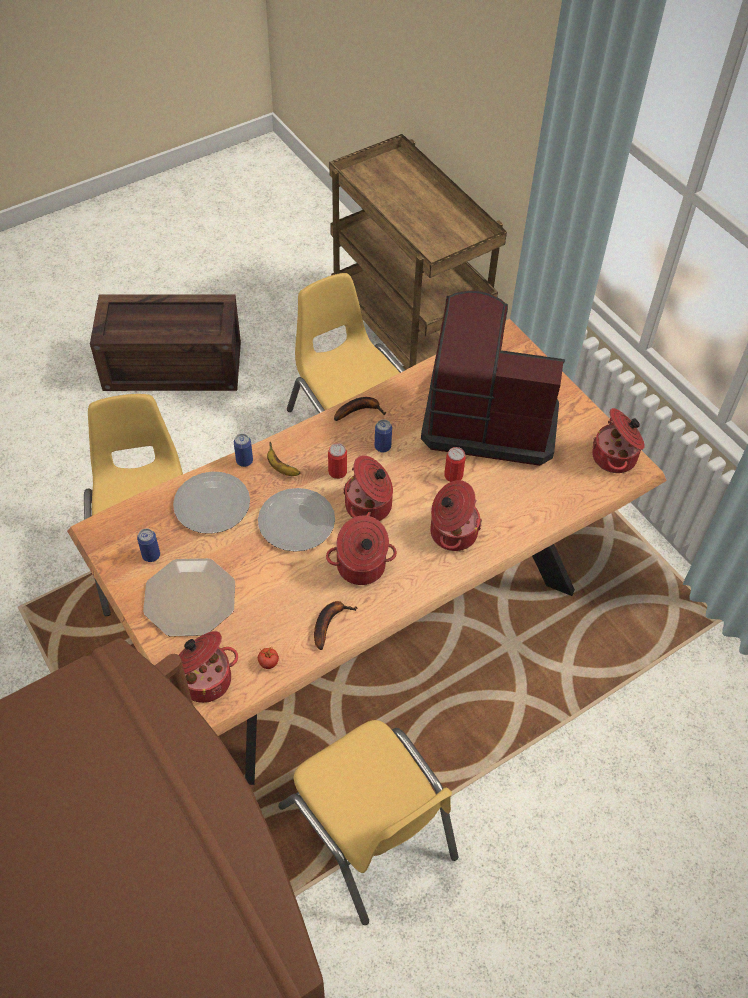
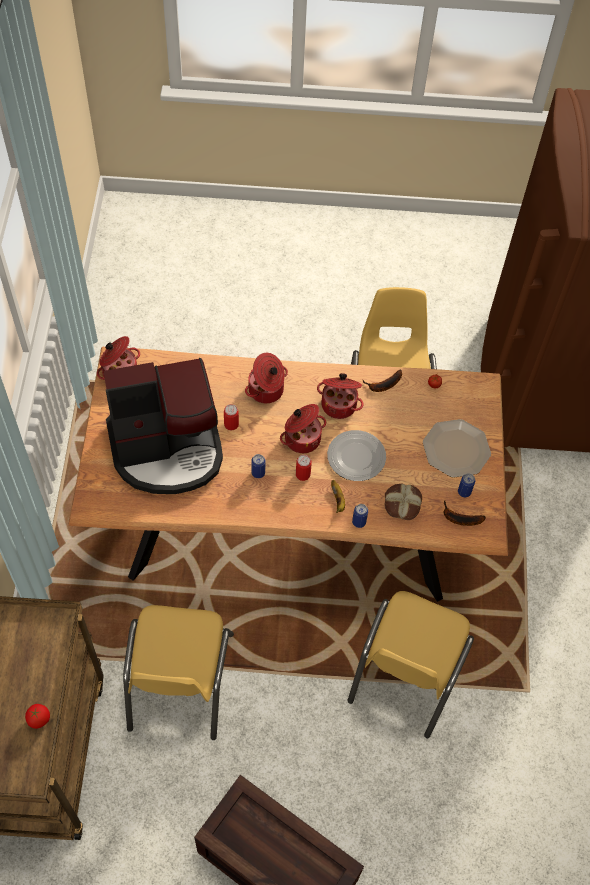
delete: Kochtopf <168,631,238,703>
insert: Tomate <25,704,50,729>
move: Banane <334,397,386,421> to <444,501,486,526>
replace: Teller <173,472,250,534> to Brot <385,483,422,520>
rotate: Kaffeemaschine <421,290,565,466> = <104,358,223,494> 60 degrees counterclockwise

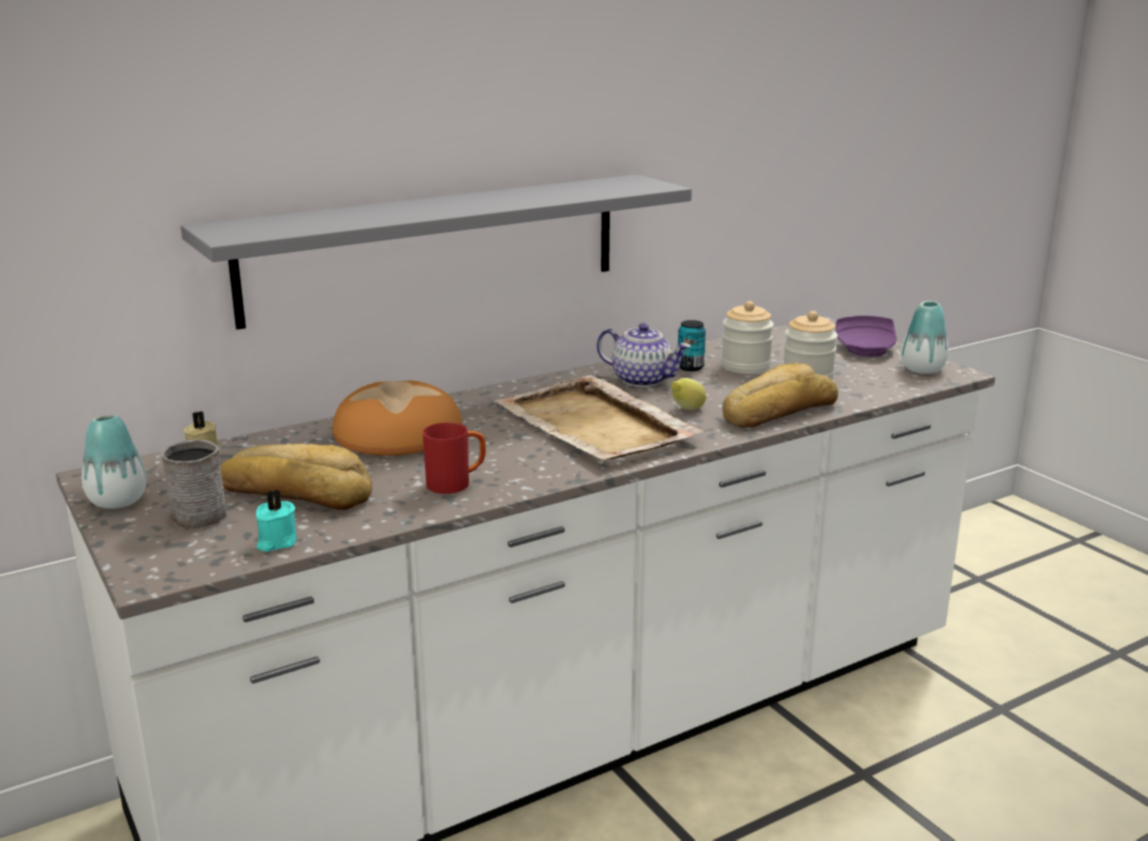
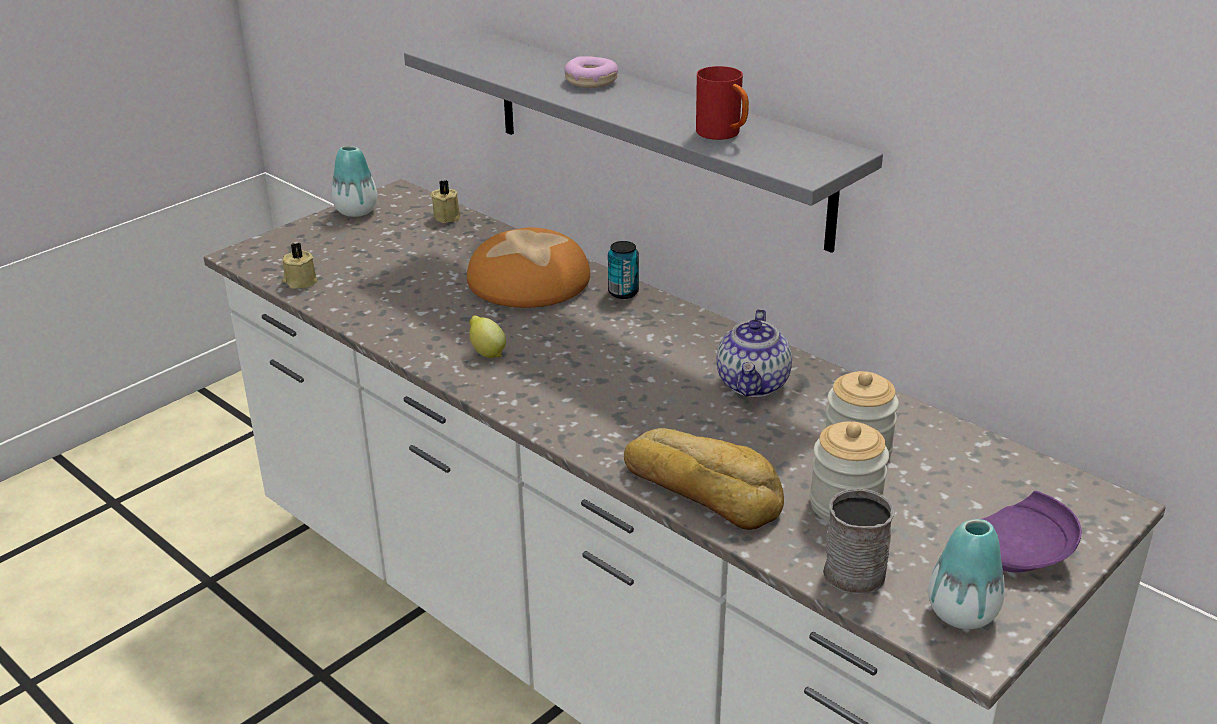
delete: Brot <221,444,372,510>; Tablett (beige) <494,375,704,460>
insert: Donut <564,56,618,88>
move: Zitrone <671,378,706,410> to <469,315,506,358>; Dose <678,320,706,371> to <608,241,639,299>; Henkelbecher (rot) <423,423,486,494> to <696,66,749,140>; Henkelbecher (grau) <161,440,228,530> to <823,488,894,594>
recolor: Kerze (türkis) <256,490,296,552> to Kerze (beige) <282,243,318,289>

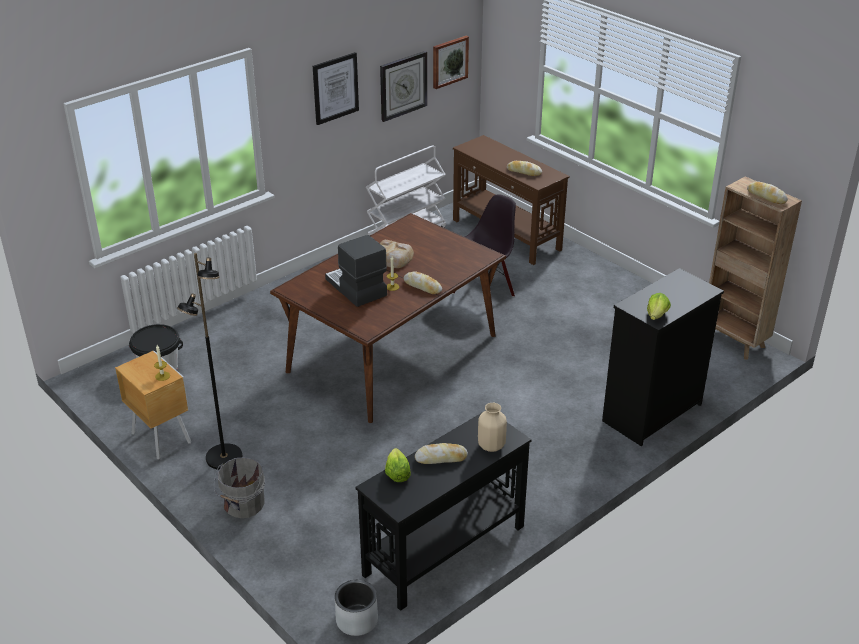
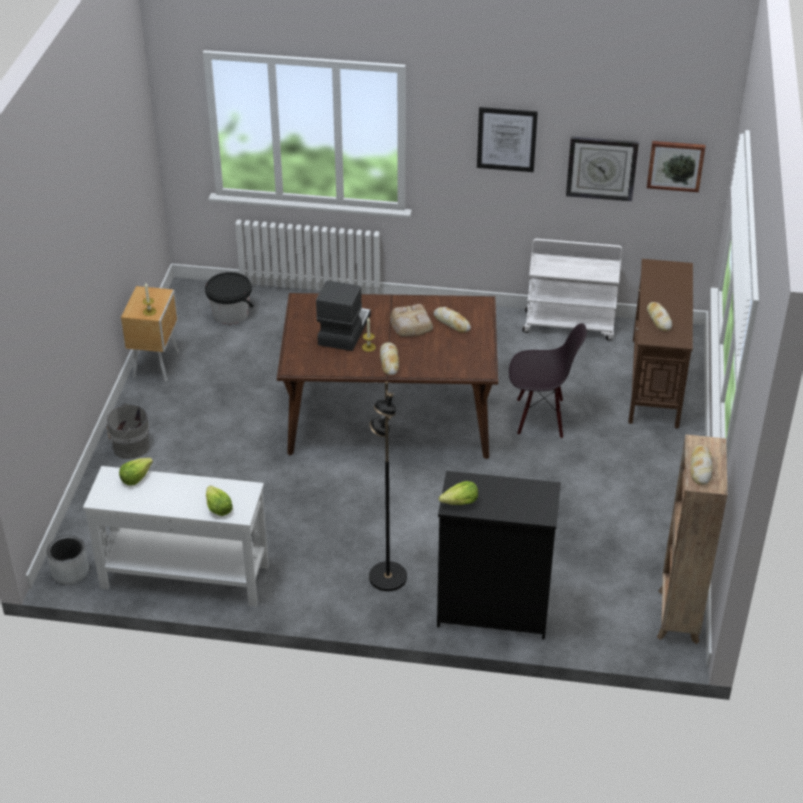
move: Stehlampe (schwarz) <177,253,242,470> to <369,381,407,591>; Brot <415,443,468,464> to <434,307,471,333>
replace: Vase (beige) <478,403,507,452> to Salatkopf <206,486,233,516>
recolor: Konsolentisch (schwarz) <356,412,532,611> to Konsolentisch (weiß) <83,466,269,607>

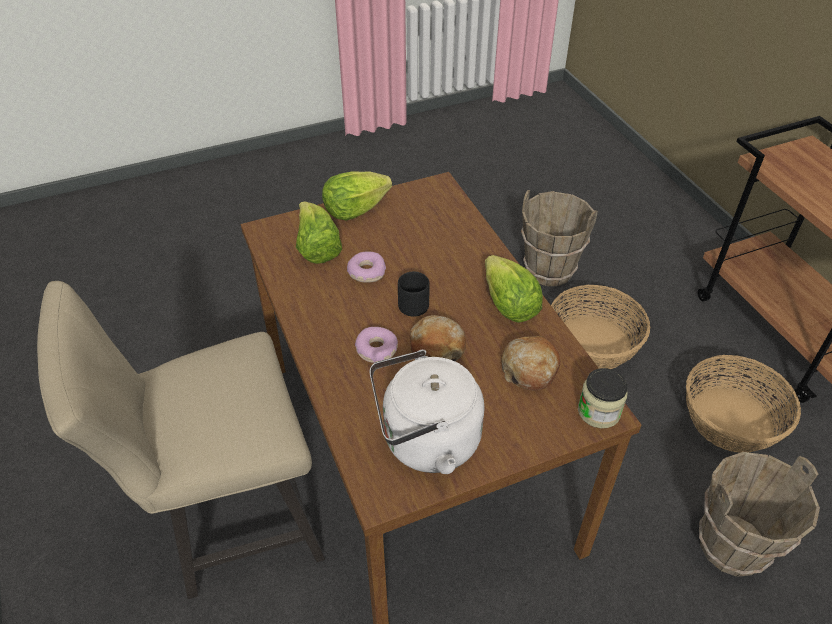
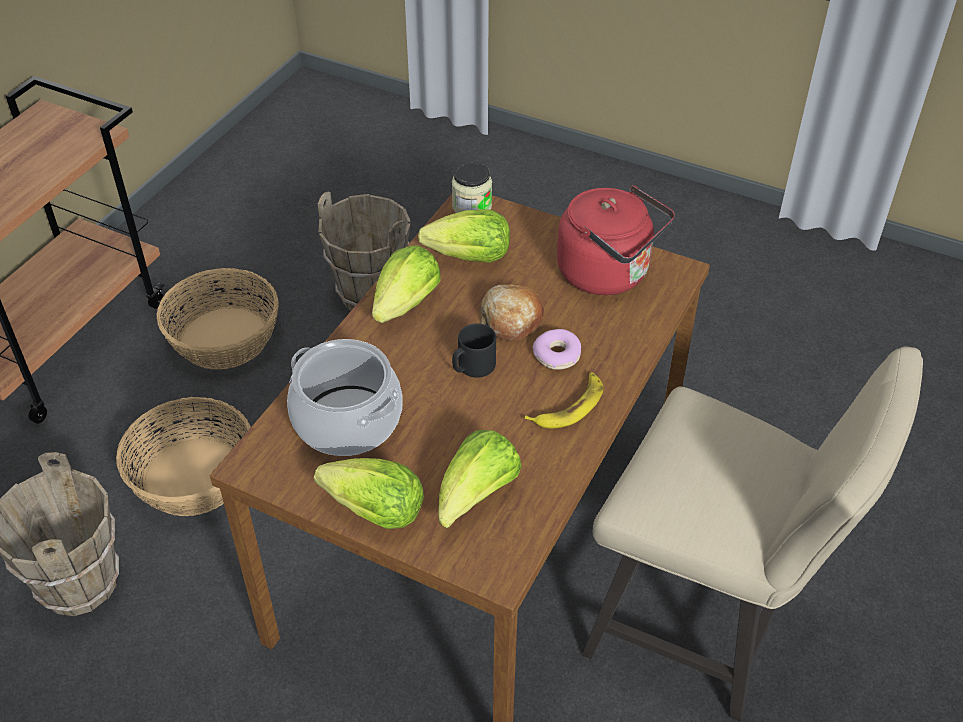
delete: Donut <347,251,386,283>
insert: Kochtopf <287,339,403,456>; Banane <524,372,603,428>
replace: Brot <501,336,560,391> to Salatkopf <418,209,510,263>
recolor: Wasserkessel (weiß) <370,350,484,474> to Wasserkessel (rot) <557,185,675,295>

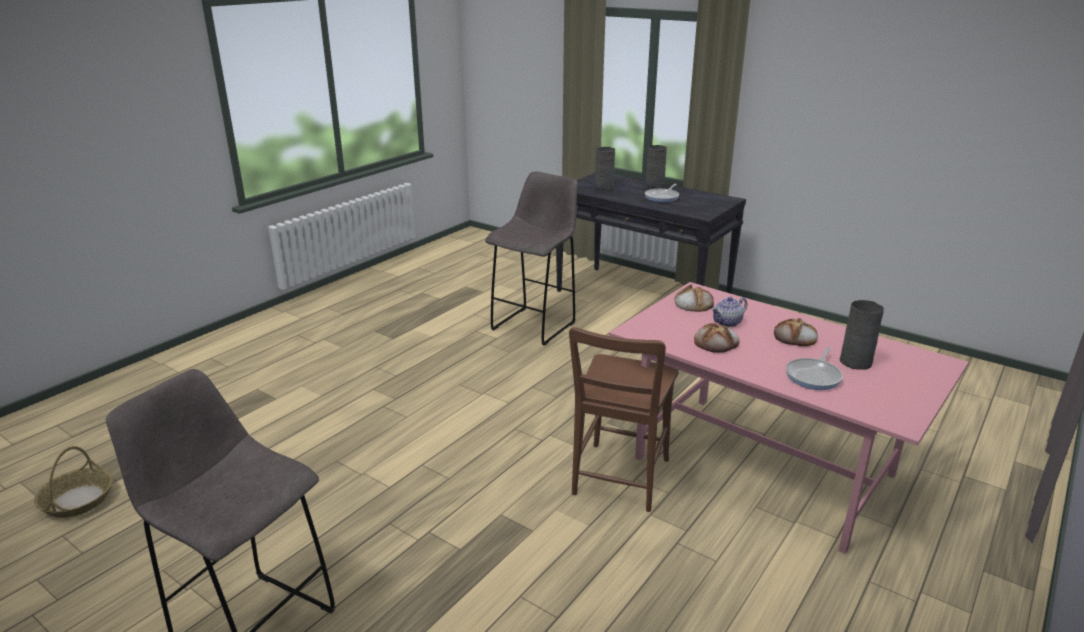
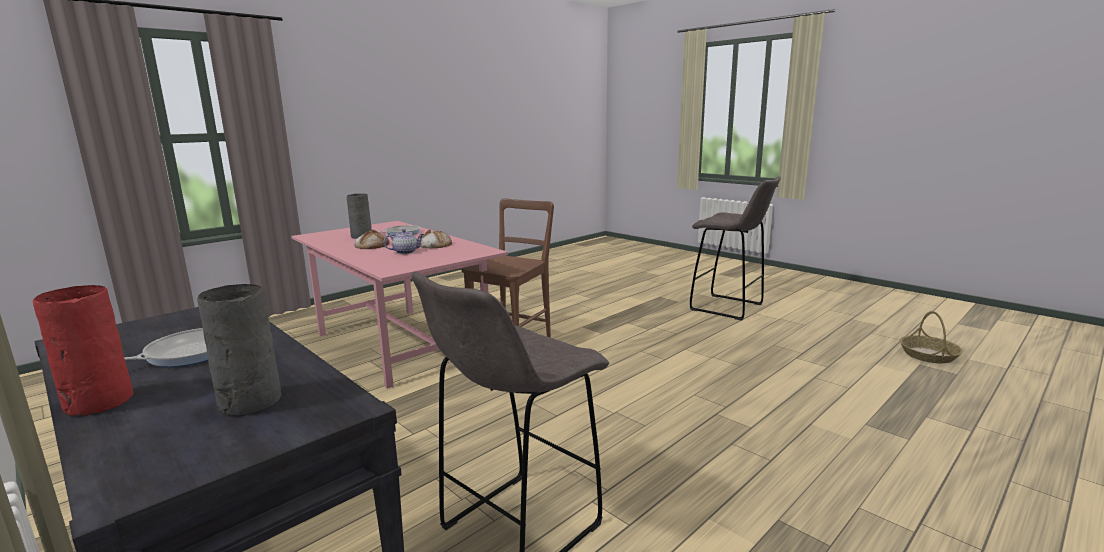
delete: Brot <675,284,714,312>
recolor: Vase (grau) <645,145,667,188> to Vase (rot) <33,285,133,417>

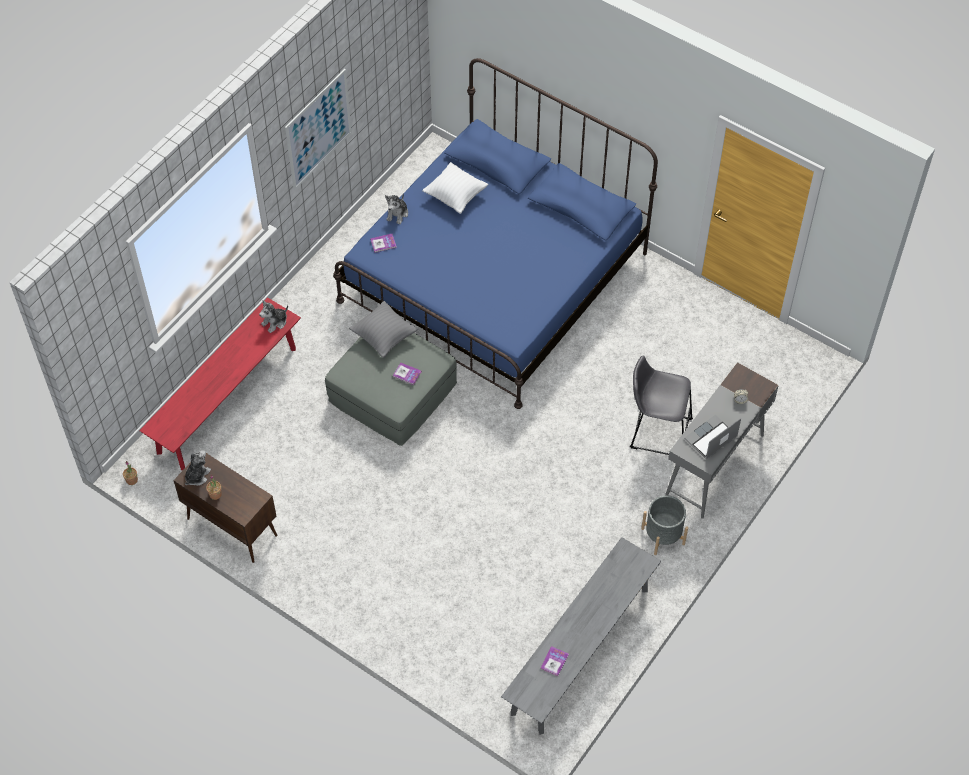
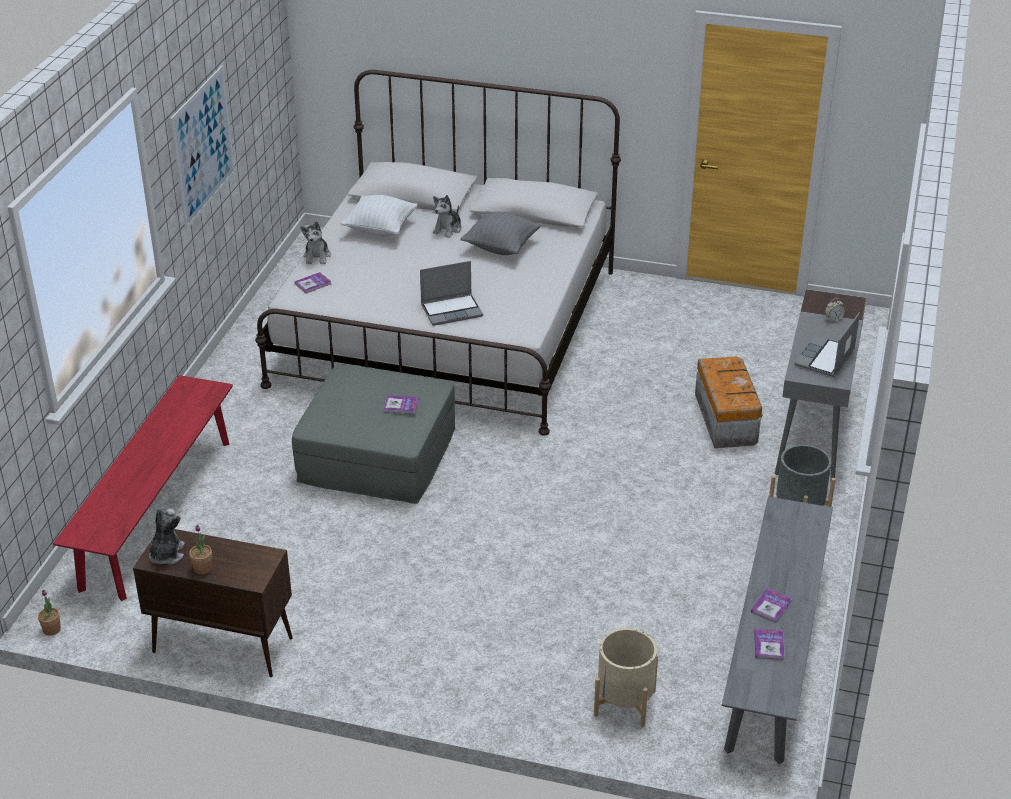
insert: Laptop <420,261,483,326>; Pflanzkübel (beige) <594,628,658,727>; Buch <751,588,792,623>
move: Plüschtier <259,300,288,333> to <433,195,462,238>; Kissen (grau) <349,301,418,358> to <460,211,542,255>
replace: Hocker (grau) <630,356,693,455> to Aufbewahrungsbox <695,356,763,448>
recolor: Bett (blau) <333,58,658,409> to Bett (weiß) <255,70,621,435>

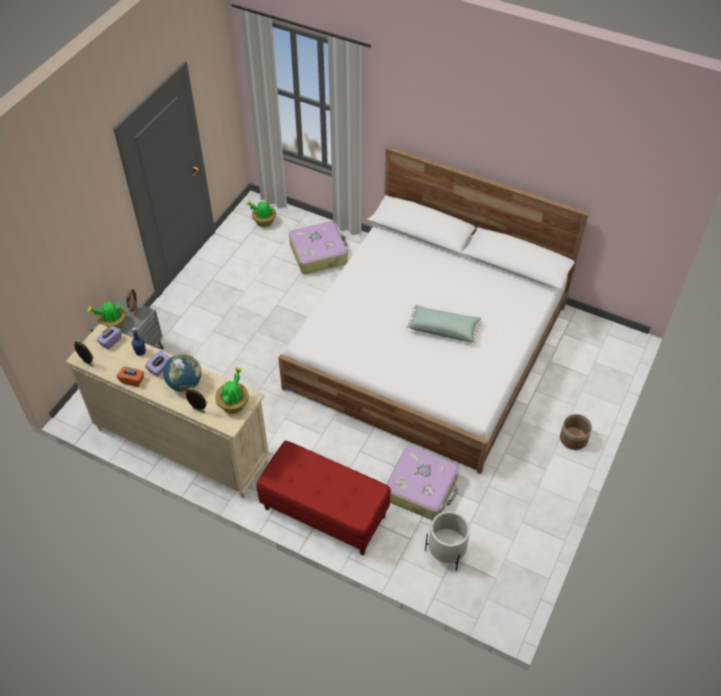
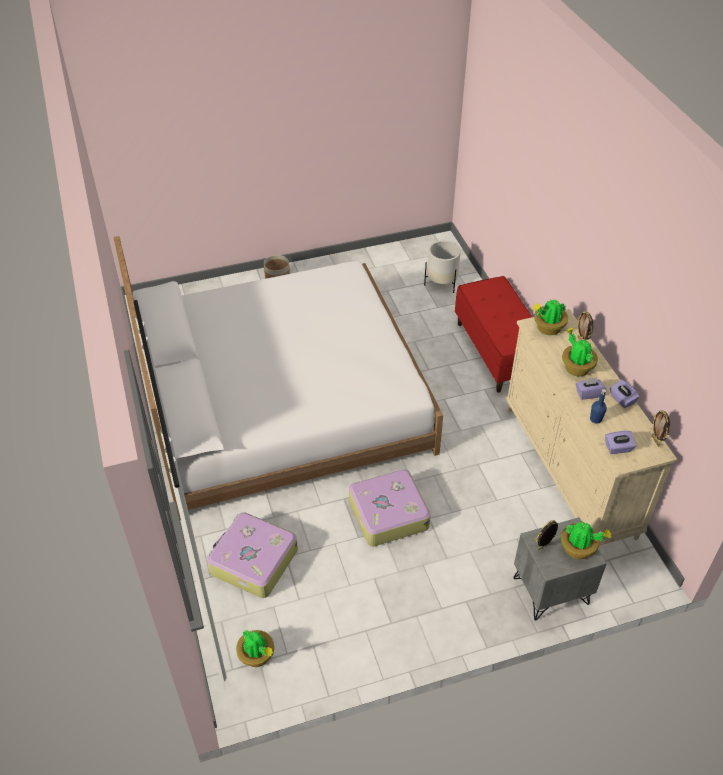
delete: Kissen (grün) <406,305,483,343>
move: Koffer <386,446,459,520> to <349,469,431,547>
replace: Globus <163,354,201,392> to Topfpflanze <562,328,598,377>
recolor: Taschentuchbox (orange) <116,367,144,387> to Taschentuchbox (lila) <610,380,640,408>

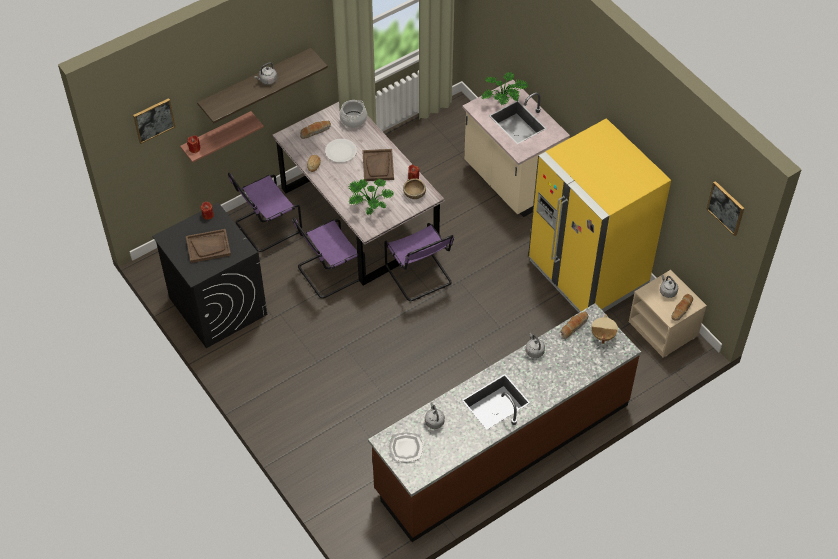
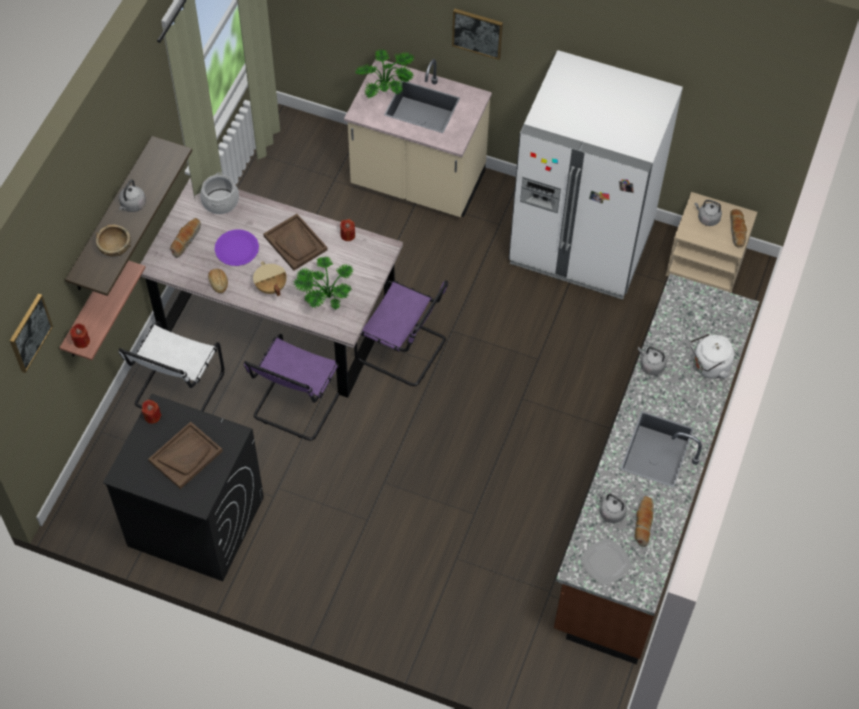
insert: Wasserkessel (weiß) <690,333,734,378>
move: Schüssel (braun) <403,178,426,199> to <96,225,131,256>; Kochtopf (beige) <591,315,618,344> to <253,261,287,296>; Bild <706,181,744,236> to <452,8,503,60>; Brot <560,311,588,339> to <635,496,654,547>
recolor: Stuhl (lila) <228,173,302,252> to Stuhl (weiß) <118,321,224,411>; Teller (weiß) <325,139,357,163> to Teller (lila) <215,229,259,266>; Kühlschrank (gelb) <528,118,671,313> to Kühlschrank (weiß) <509,50,683,300>

